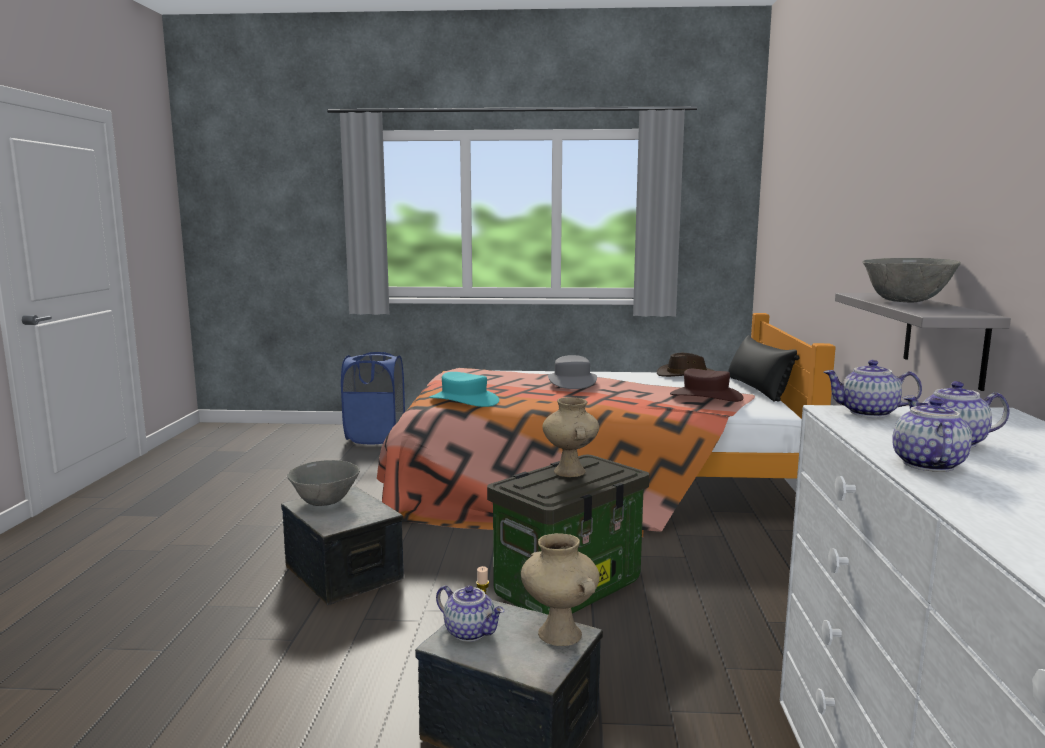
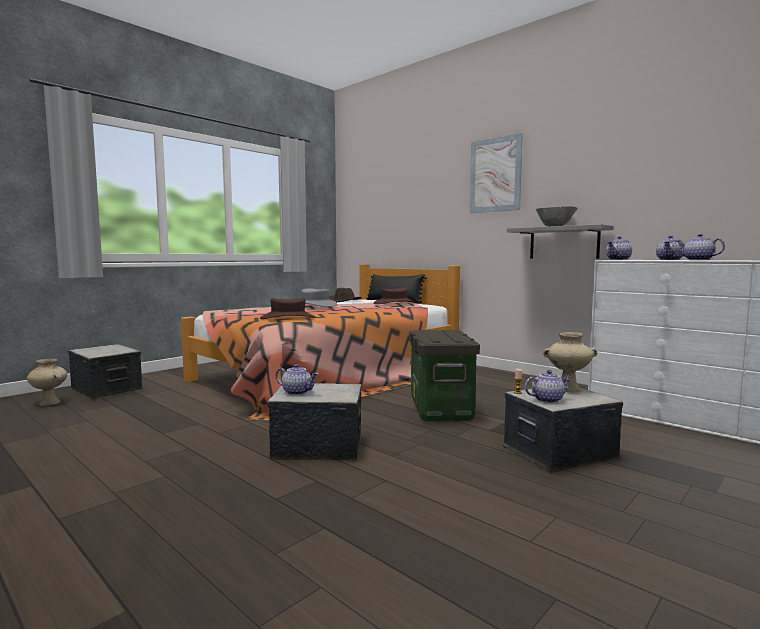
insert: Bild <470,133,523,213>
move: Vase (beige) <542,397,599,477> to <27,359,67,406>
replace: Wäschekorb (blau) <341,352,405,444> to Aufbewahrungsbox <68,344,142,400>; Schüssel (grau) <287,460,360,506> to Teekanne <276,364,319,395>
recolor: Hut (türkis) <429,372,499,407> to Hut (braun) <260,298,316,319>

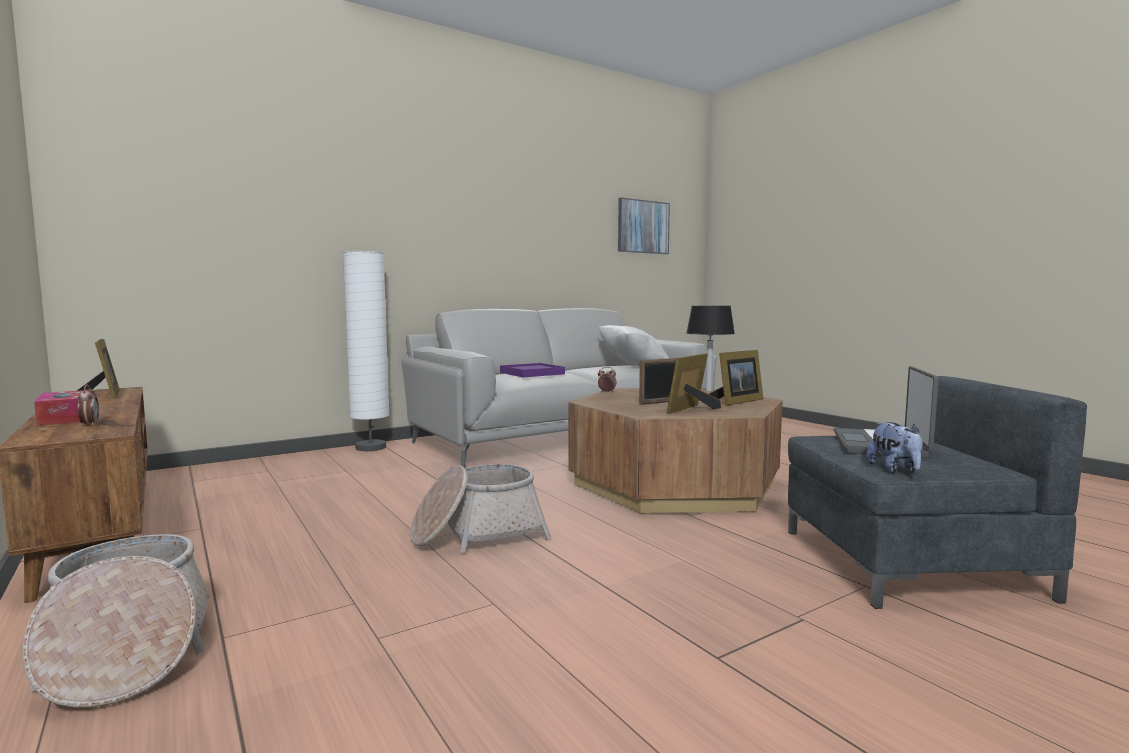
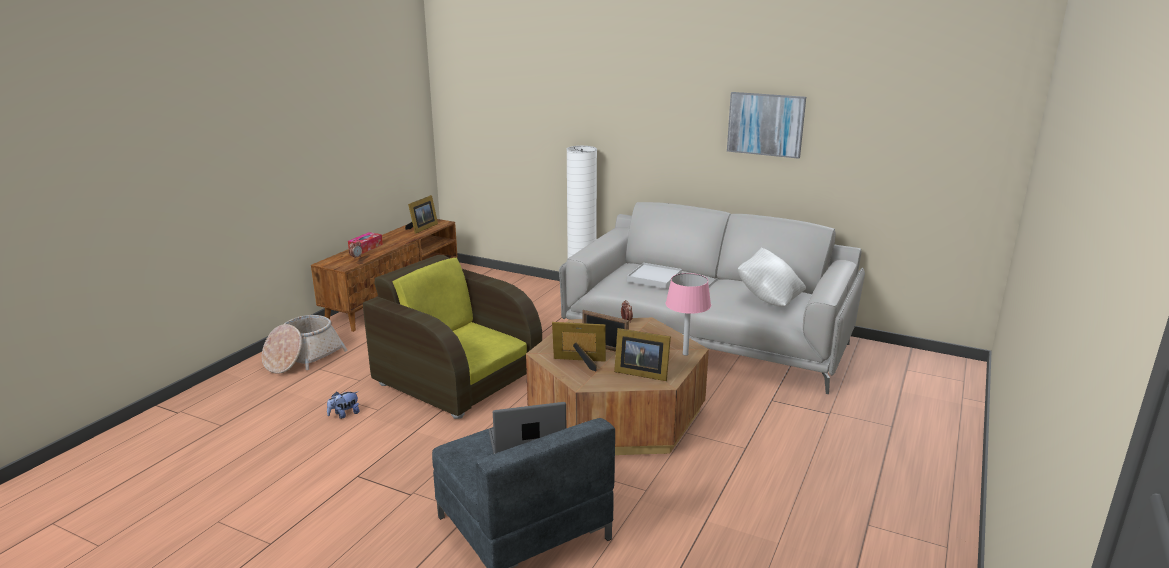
move: Plüschtier <866,422,923,473> to <327,391,359,419>; Bild <618,198,670,254> to <727,92,806,159>
replace: Korb <410,464,551,553> to Sessel (braun) <363,255,542,419>
recolor: Tablett (lila) <500,363,565,377> to Tablett (weiß) <627,263,682,289>; Tischlampe (schwarz) <687,306,735,392> to Tischlampe (rosa) <665,273,711,356>

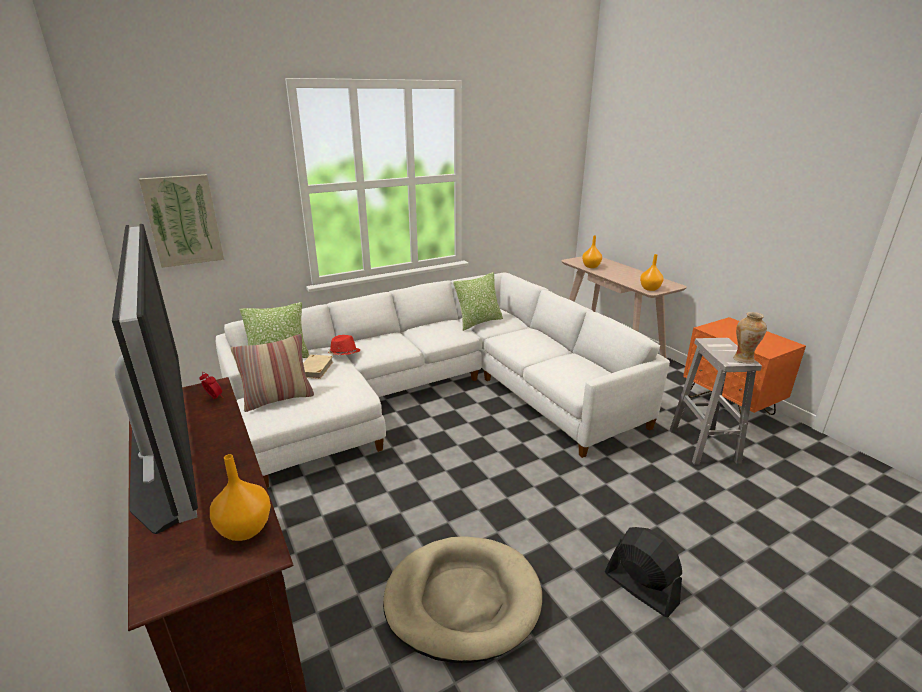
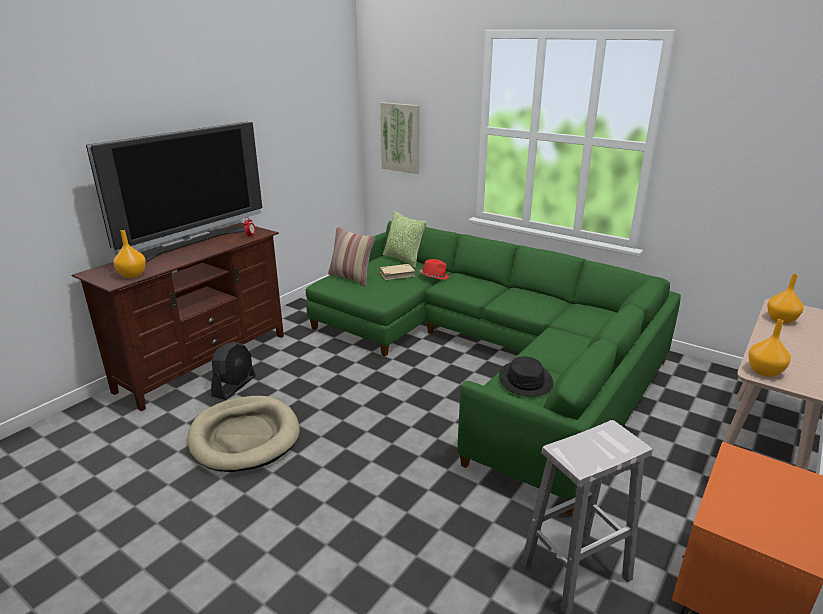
delete: Kissen <453,272,503,331>; Vase <733,312,767,364>
insert: Hut (schwarz) <499,356,553,397>
move: Ventilator (schwarz) <605,527,682,617> to <211,342,255,400>
recolor: Sofa (weiß) <216,272,670,488> to Sofa (grün) <306,221,681,516>

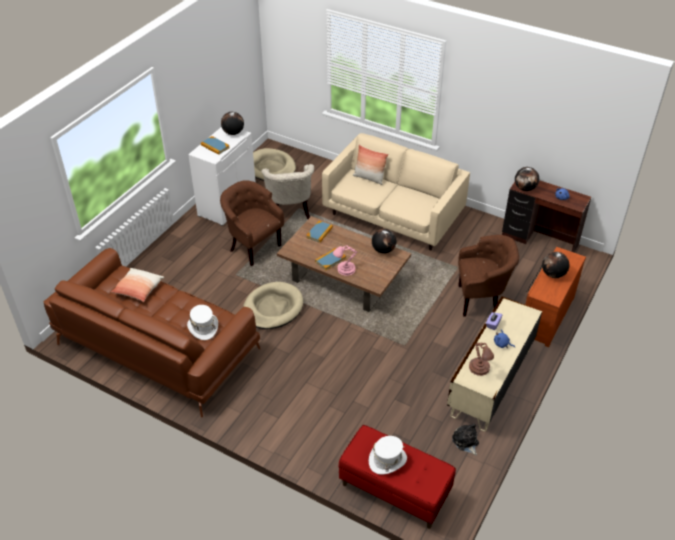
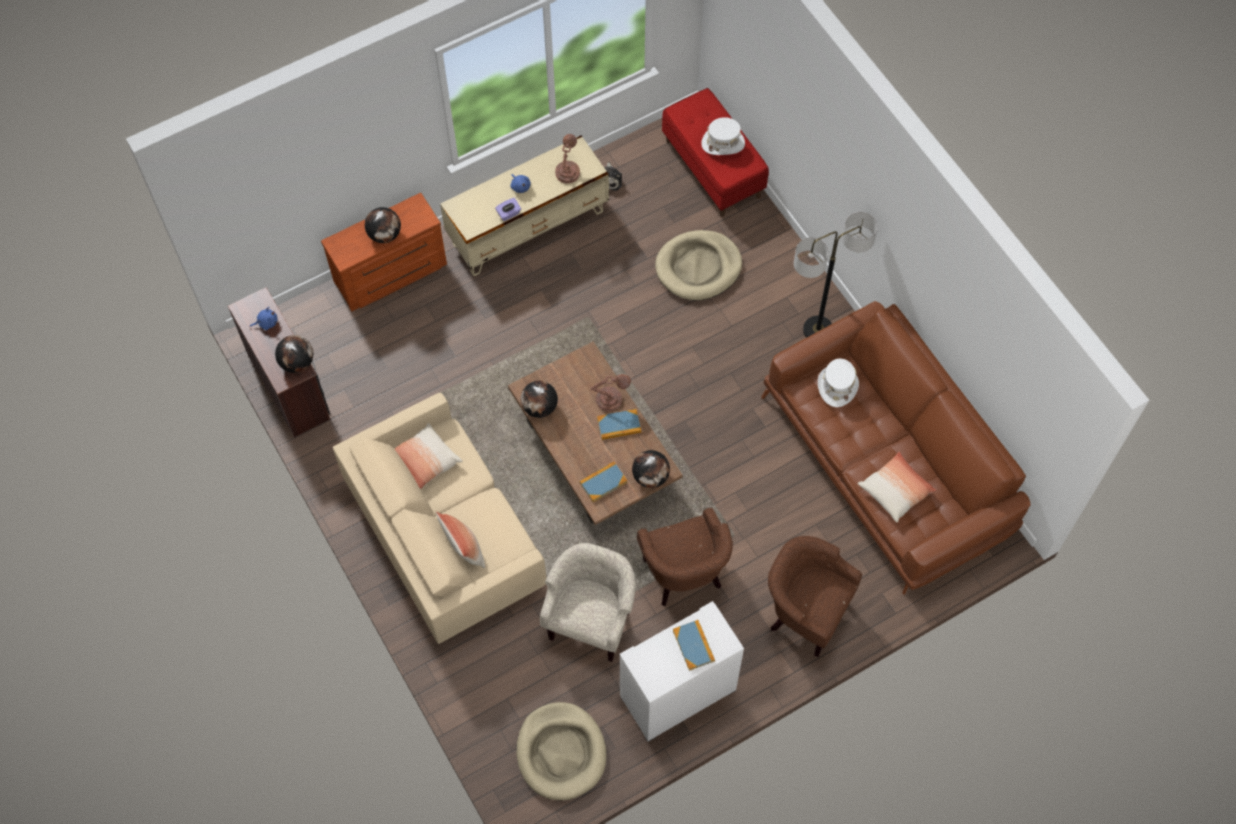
insert: Kissen <395,423,463,489>; Stehlampe <794,212,878,338>
move: Globus <221,112,244,135> to <632,450,670,488>; Hundebett (beige) <243,282,303,329> to <655,230,742,300>; Sessel (braun) <458,235,519,316> to <768,536,862,657>
recolor: Tischlampe (rosa) <333,245,357,276> to Tischlampe (braun) <591,374,631,412>

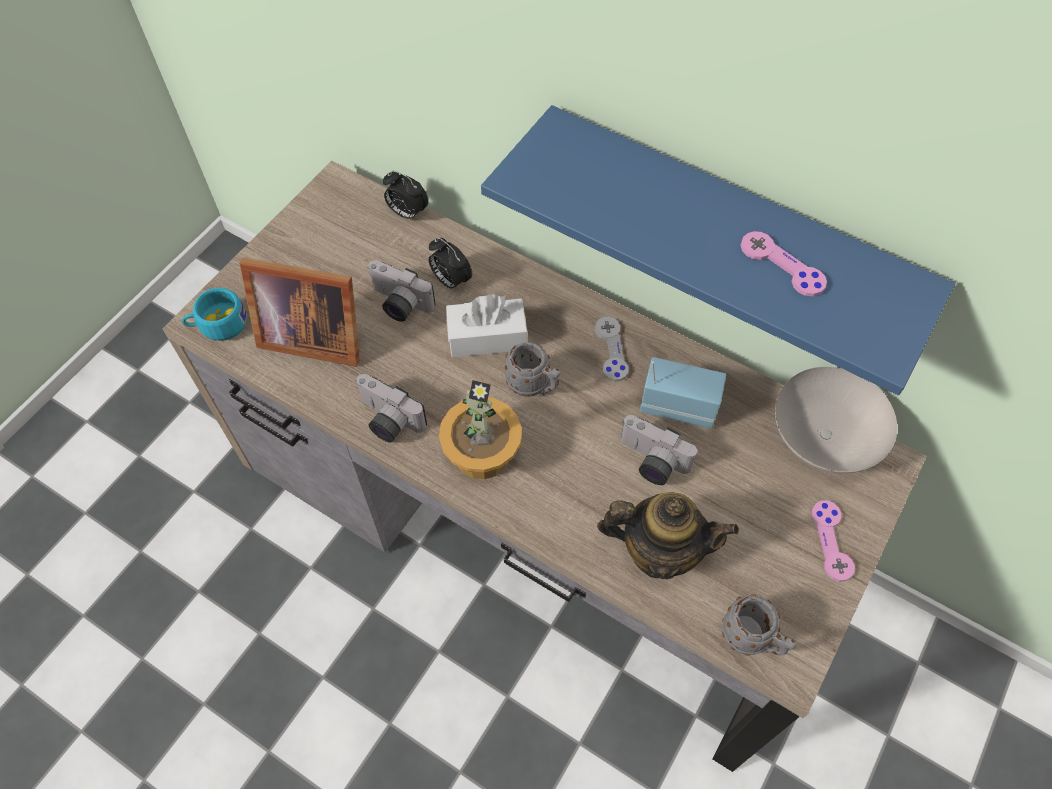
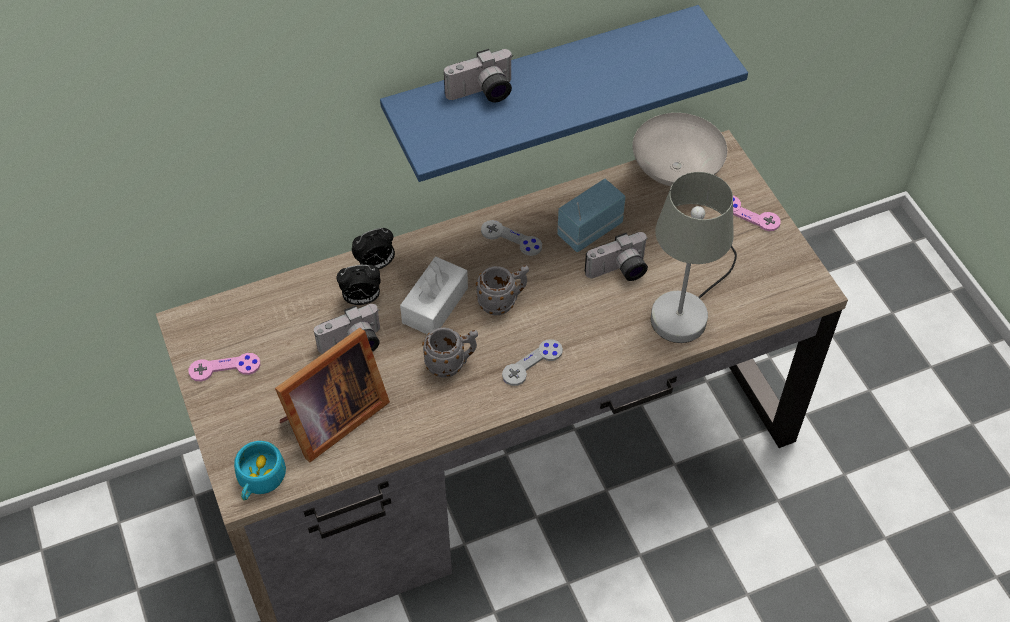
move: Gamepad (rosa) <740,231,827,296> to <189,353,260,381>; Wecker <383,171,429,220> to <352,228,395,269>; Henkelbecher (grau) <722,594,796,656> to <422,328,478,378>; Kamera <355,374,427,443> to <444,49,513,102>
replace: Topfpflanze <439,380,522,479> to Gamepad (grau) <502,339,563,386>; Teekanne <597,492,739,579> to Tischlampe (grau) <651,172,737,343>

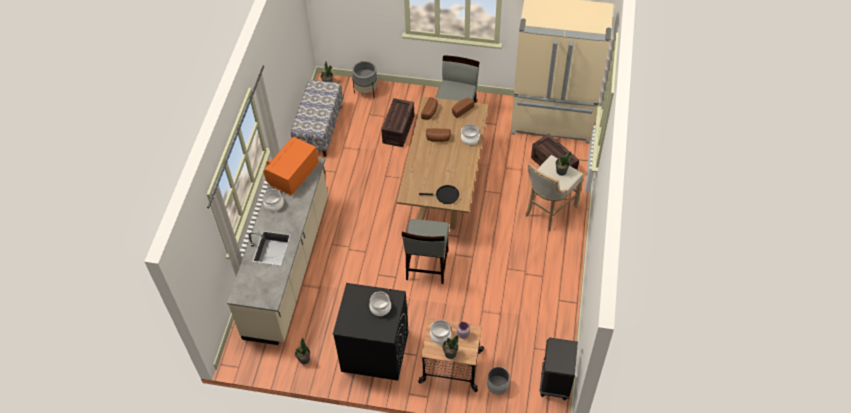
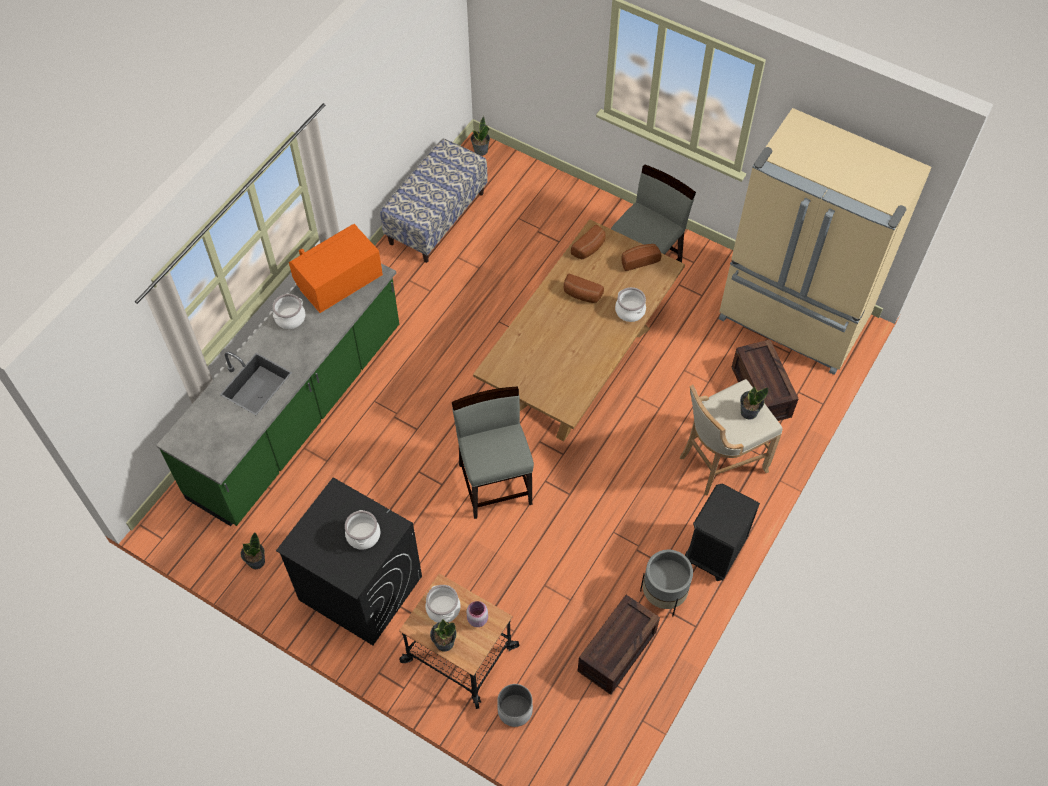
delete: Pfanne (schwarz) <419,185,459,204>
move: Kiste <381,98,414,147> to <578,595,660,695>; Pflanzkübel (grau) <352,61,378,96> to <640,550,693,616>; Nachttisch (schwarz) <540,338,578,401> to <685,484,760,581>
recolor: Küchenzeile (beige) <227,158,328,345> to Küchenzeile (grün) <156,263,399,526>
rotate: Stuhl (grau) <402,219,449,284> = <452,386,534,519> 135 degrees clockwise

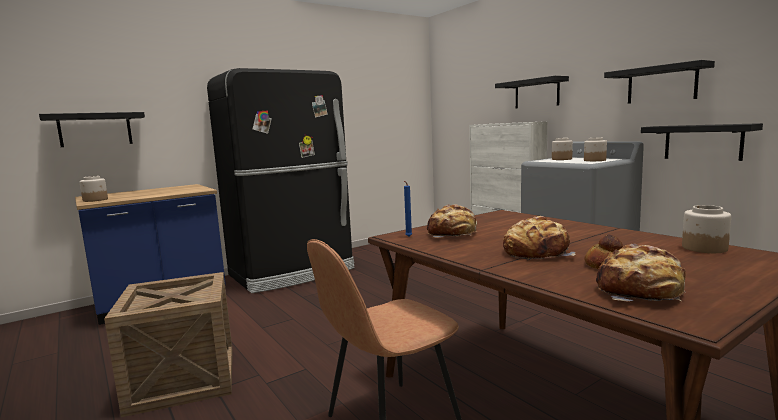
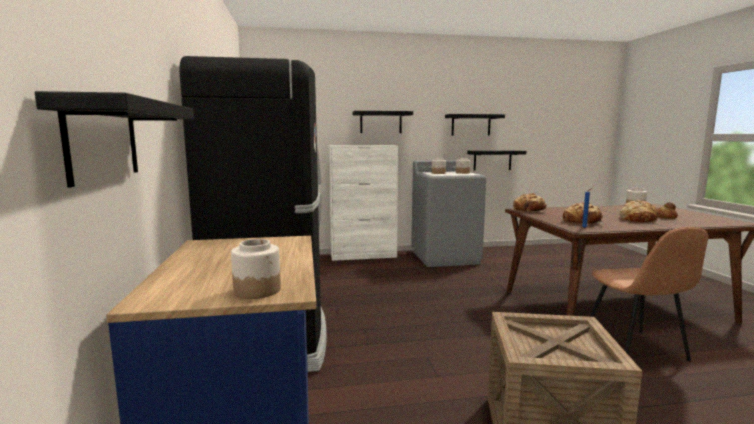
move: Brot <596,244,686,301> to <513,193,546,212>

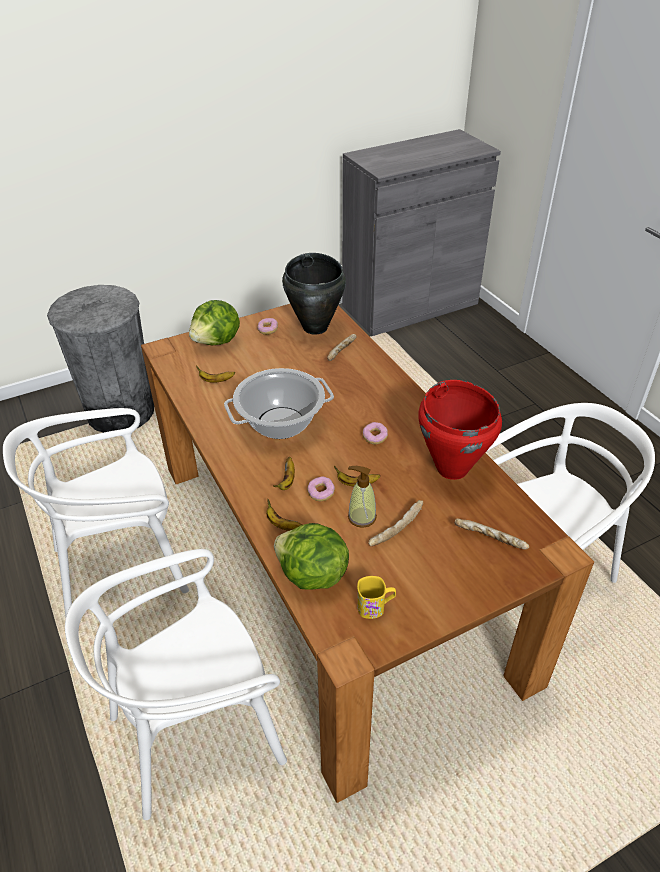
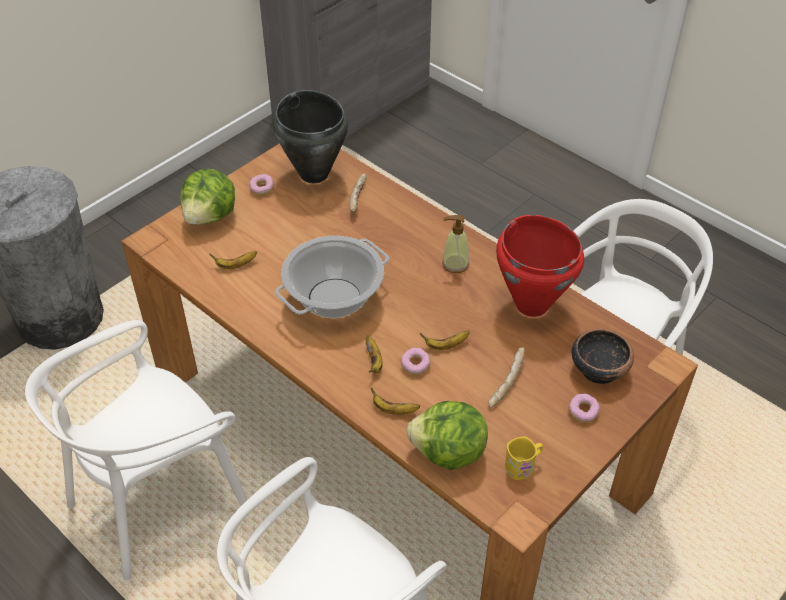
move: Seifenspender <348,466,377,528> to <442,215,469,273>; Donut <363,422,388,444> to <568,394,600,423>
replace: Brot <455,519,529,550> to Schüssel <572,329,634,384>

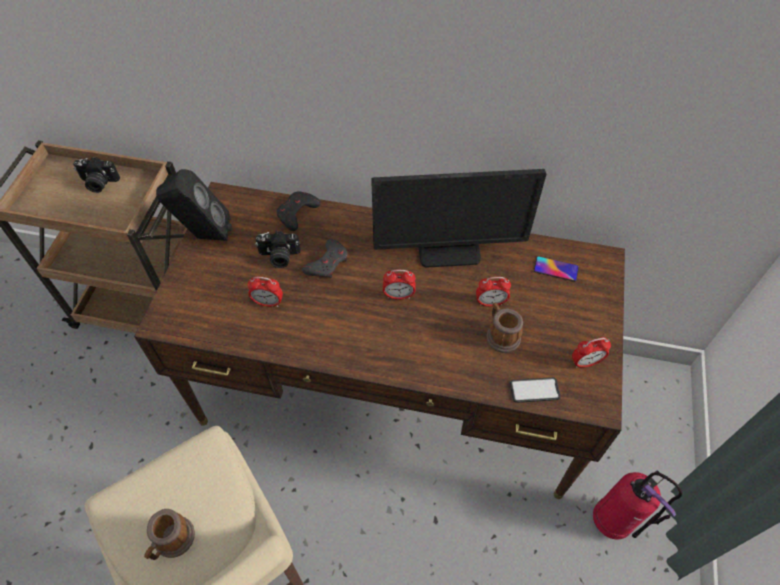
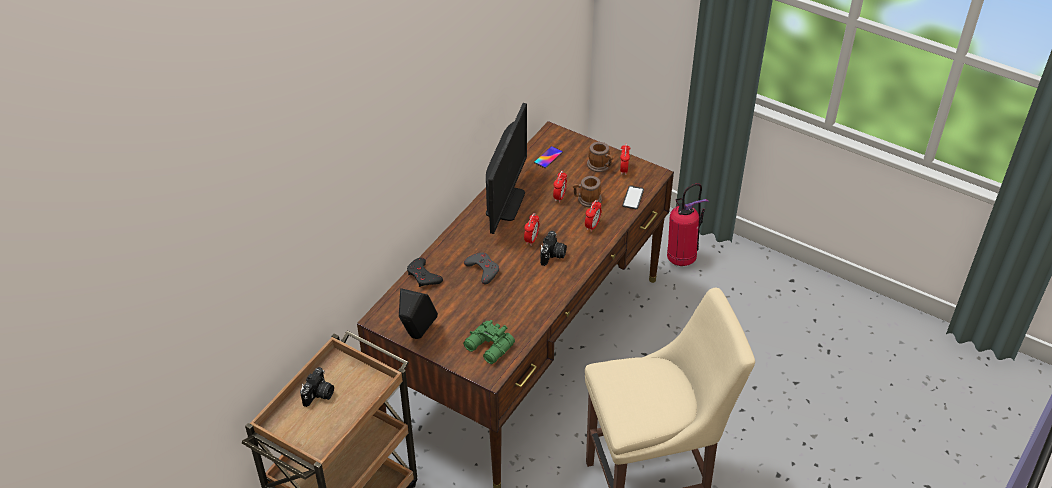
insert: Fernglas (grün) <463,320,515,364>
move: Kamera <255,231,301,268> to <540,231,567,266>; Wecker <247,277,283,307> to <585,200,602,232>; Henkelbecher <144,509,195,560> to <587,142,613,172>

